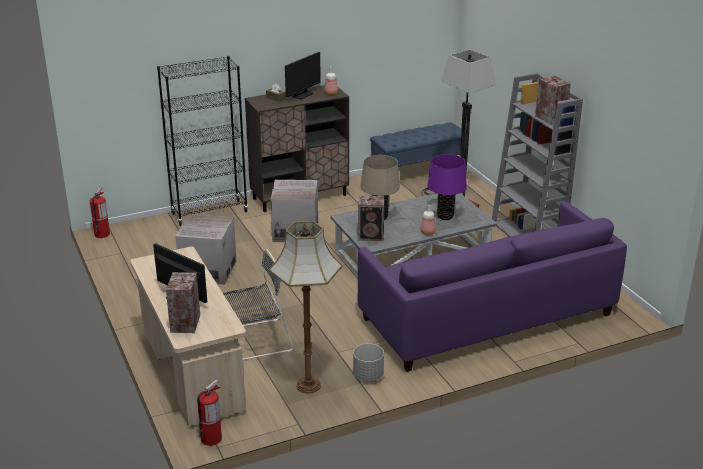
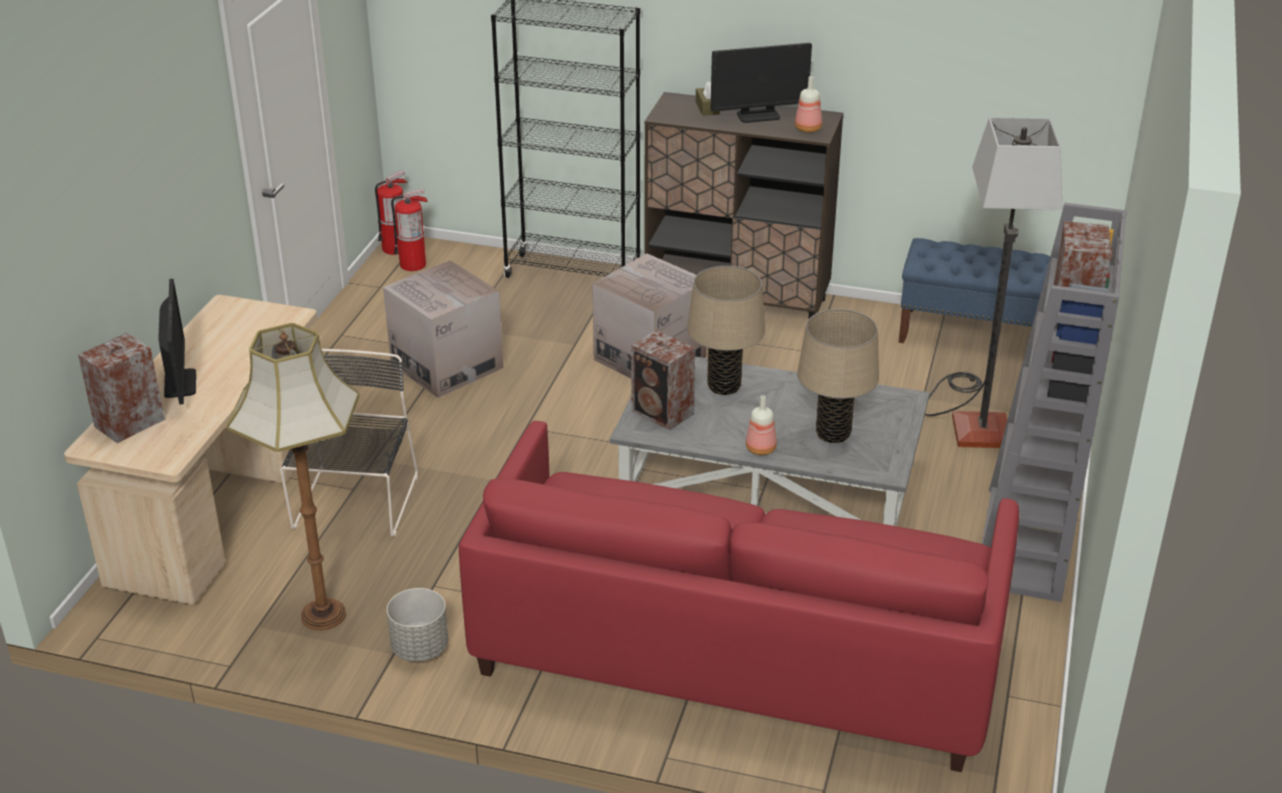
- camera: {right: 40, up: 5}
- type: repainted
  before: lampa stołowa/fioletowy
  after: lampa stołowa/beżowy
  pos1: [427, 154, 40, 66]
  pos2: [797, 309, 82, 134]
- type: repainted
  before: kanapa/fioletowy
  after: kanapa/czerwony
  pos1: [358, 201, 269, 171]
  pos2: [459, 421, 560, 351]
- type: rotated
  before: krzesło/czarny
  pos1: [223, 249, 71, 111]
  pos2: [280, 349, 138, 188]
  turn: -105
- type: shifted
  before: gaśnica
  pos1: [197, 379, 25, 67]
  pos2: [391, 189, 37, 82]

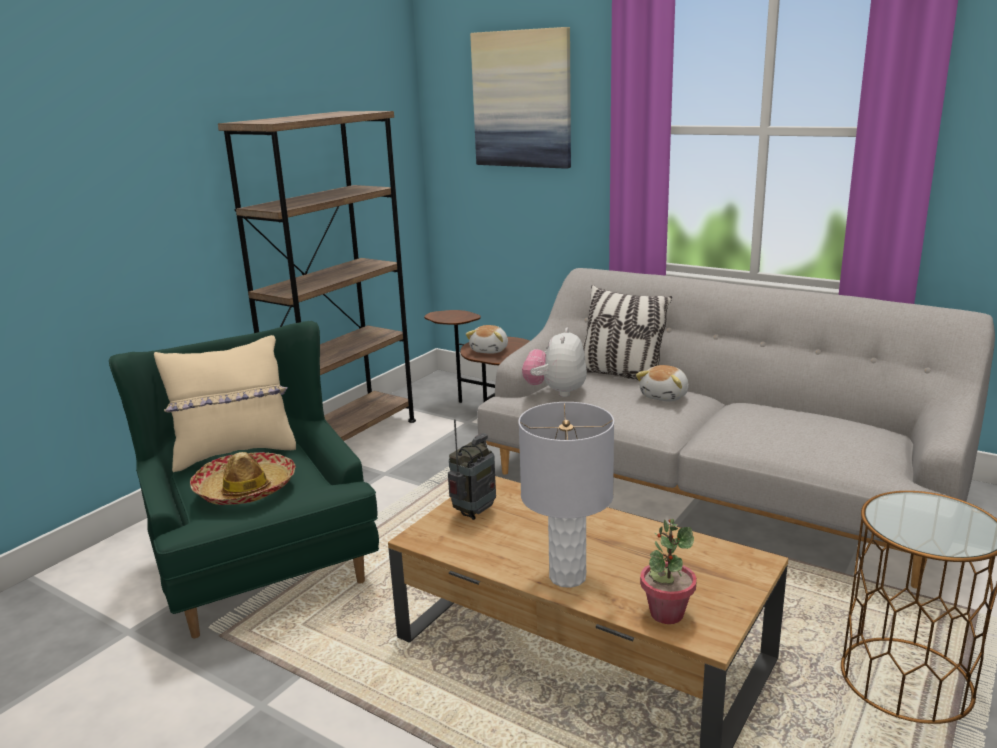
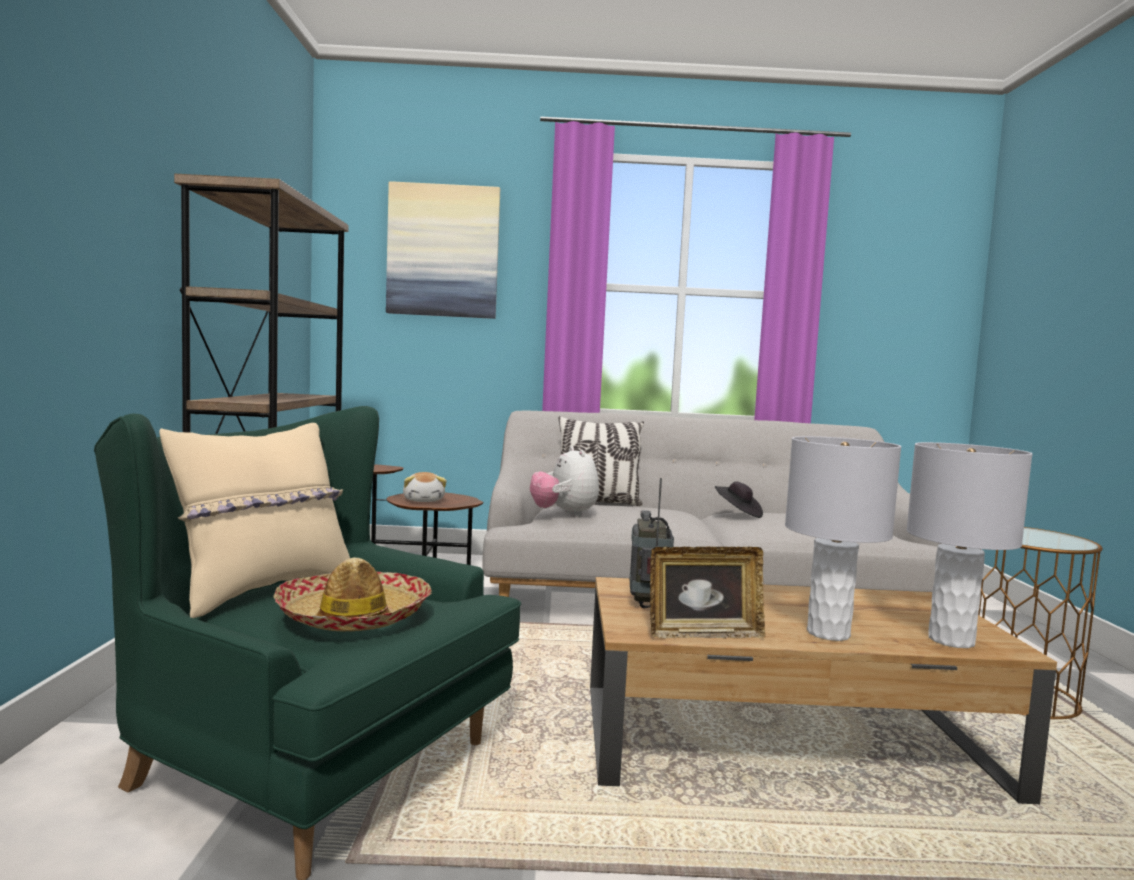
- camera: {right: -35, up: -15}
- type: gone
  before: pluszak
  pos1: [636, 365, 53, 37]
- type: swapped
  before: roślina doniczkowa
  after: lampa stołowa/szary
  pos1: [640, 519, 57, 105]
  pos2: [906, 442, 127, 206]
- type: new
  after: kapelusz/czarny
  pos2: [715, 482, 48, 36]
- type: new
  after: ramka na zdjęcie
  pos2: [650, 547, 115, 92]

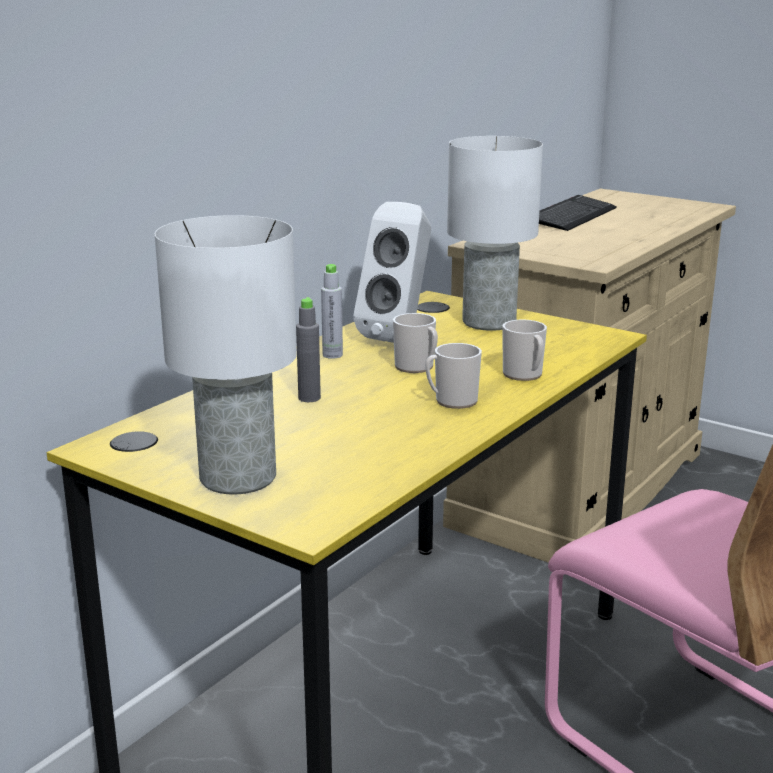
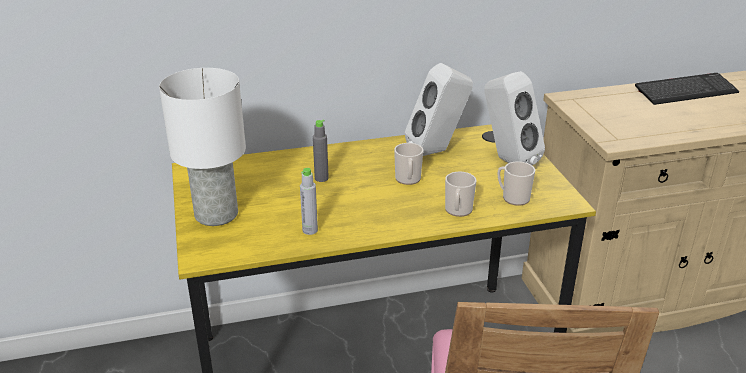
- camera: {right: 40, up: 10}
- type: swapped
  before: lampa stołowa/biały
  after: głośnik/biały
  pos1: [447, 136, 96, 195]
  pos2: [484, 71, 61, 94]
- type: shifted
  before: butelka/szary
  pos1: [321, 264, 22, 95]
  pos2: [300, 168, 18, 67]
- type: shifted
  before: kubek
  pos1: [425, 343, 57, 66]
  pos2: [497, 162, 38, 44]

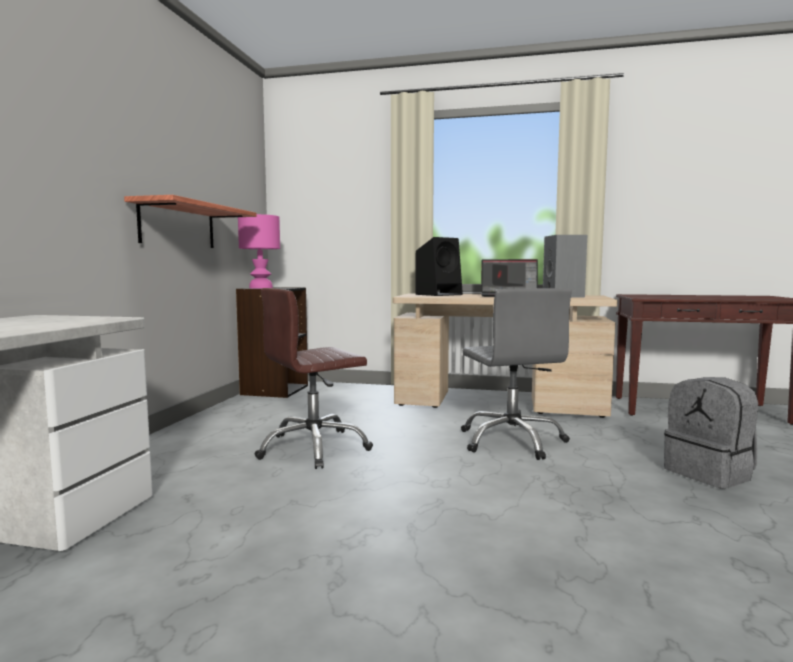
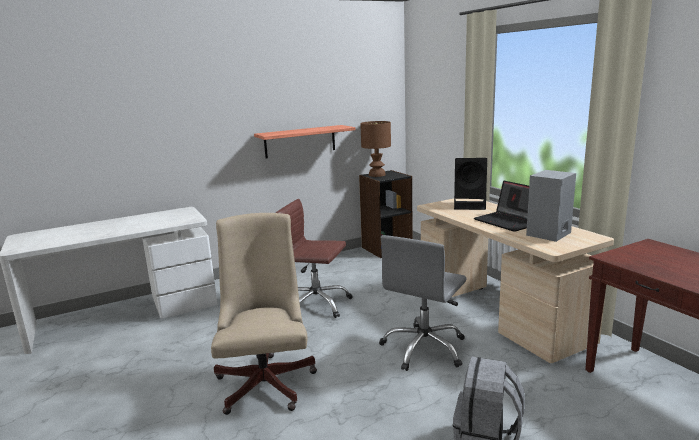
- camera: {right: 50, up: 10}
- type: repainted
  before: lampa stołowa/różowy
  after: lampa stołowa/brązowy
  pos1: [238, 214, 42, 75]
  pos2: [360, 121, 31, 56]
- type: new
  after: krzesło biurowe/beżowy
  pos2: [211, 213, 106, 202]

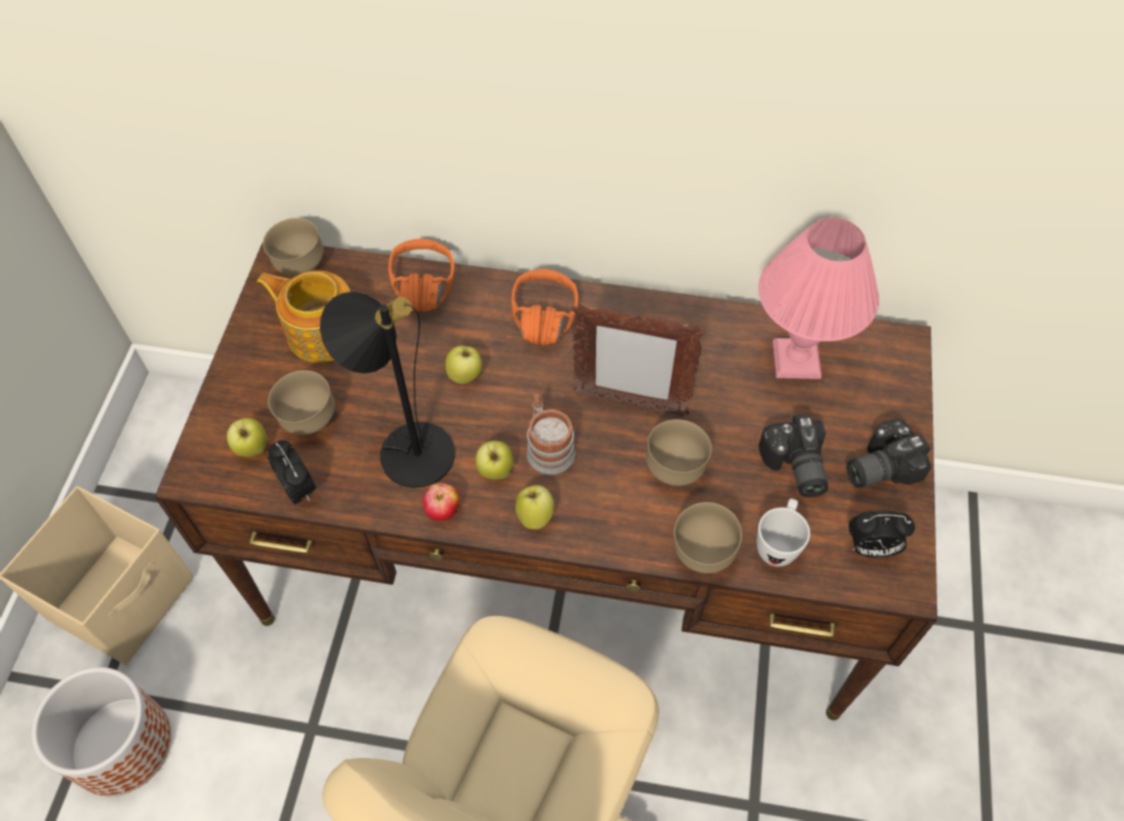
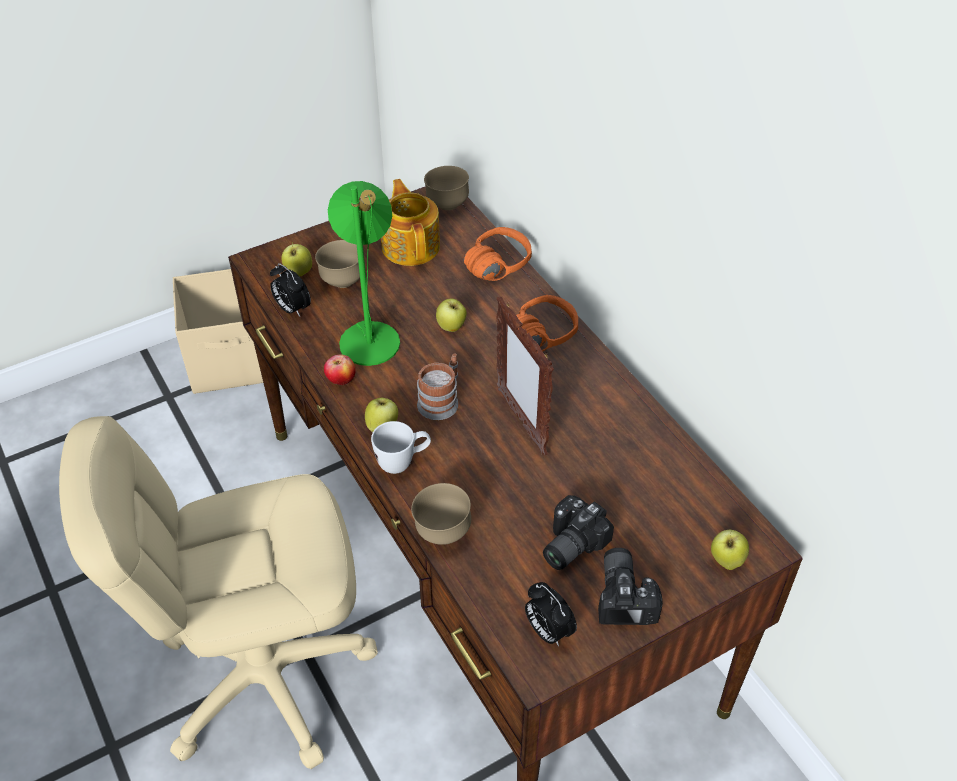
- camera: {right: 50, up: -10}
- type: gone
  before: lampa stołowa/różowy
  pos1: [758, 217, 121, 162]
- type: repainted
  before: lampa stołowa/czarny
  after: lampa stołowa/zielony
  pos1: [320, 292, 135, 196]
  pos2: [328, 181, 72, 185]
- type: rotated
  before: aparat fotograficzny
  pos1: [846, 418, 85, 70]
  pos2: [598, 548, 65, 77]
  turn: 60
- type: gone
  before: miska/brązowy
  pos1: [646, 419, 66, 67]
- type: rotated
  before: budzik
  pos1: [267, 440, 49, 65]
  pos2: [270, 263, 41, 54]
  turn: 120
- type: shifted
  before: jabłko
  pos1: [475, 441, 39, 39]
  pos2: [711, 530, 38, 40]
- type: shifted
  before: kubek/biały
  pos1: [757, 499, 53, 67]
  pos2: [371, 421, 60, 53]
- type: gone
  before: donica
  pos1: [32, 667, 139, 129]

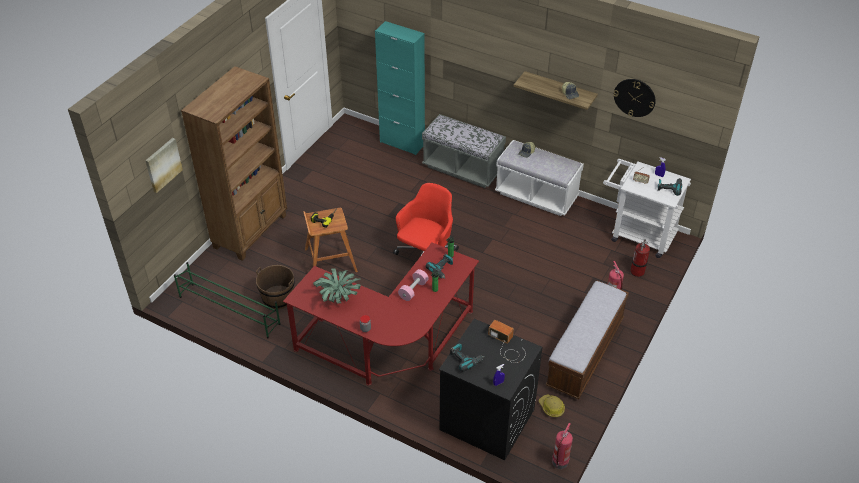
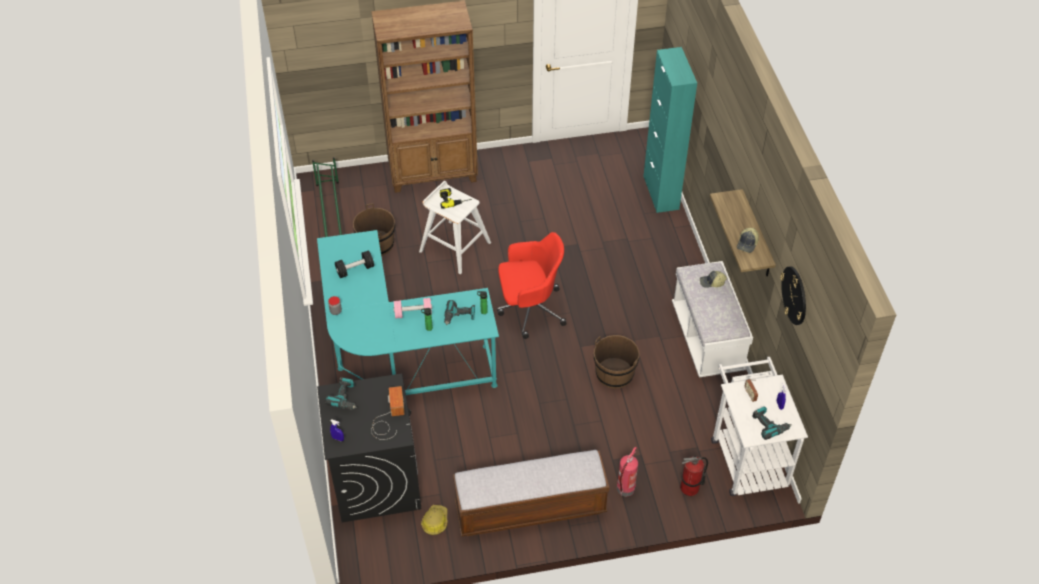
- camera: {right: 50, up: 5}
- type: gone
  before: ławka/szary
  pos1: [422, 114, 84, 74]
- type: gone
  before: obraz
  pos1: [146, 138, 37, 55]
- type: repainted
  before: stołek/brązowy
  after: stołek/biały
  pos1: [303, 208, 55, 64]
  pos2: [419, 181, 72, 93]
- type: repainted
  before: biurko/czerwony
  after: biurko/turkusowy
  pos1: [283, 242, 196, 143]
  pos2: [317, 230, 182, 165]
- type: swapped
  before: roślina doniczkowa
  after: hantel/czarny
  pos1: [313, 268, 48, 36]
  pos2: [335, 251, 39, 27]
- type: gone
  before: gaśnica
  pos1: [552, 423, 21, 46]
- type: new
  after: wiadro/brązowy
  pos2: [594, 335, 45, 54]

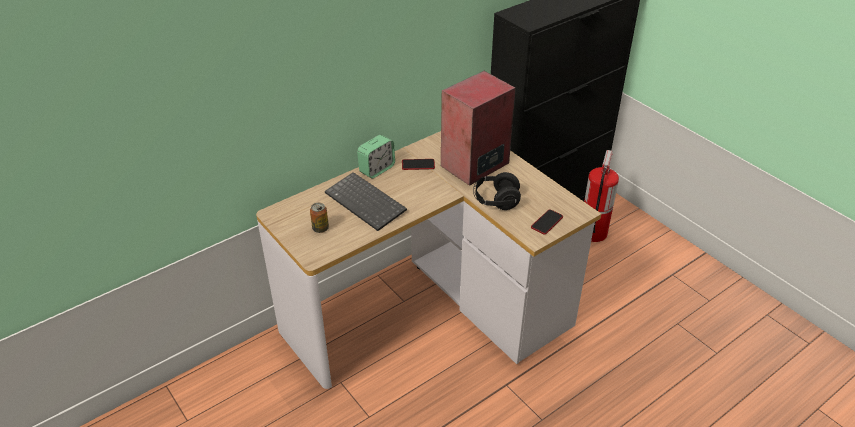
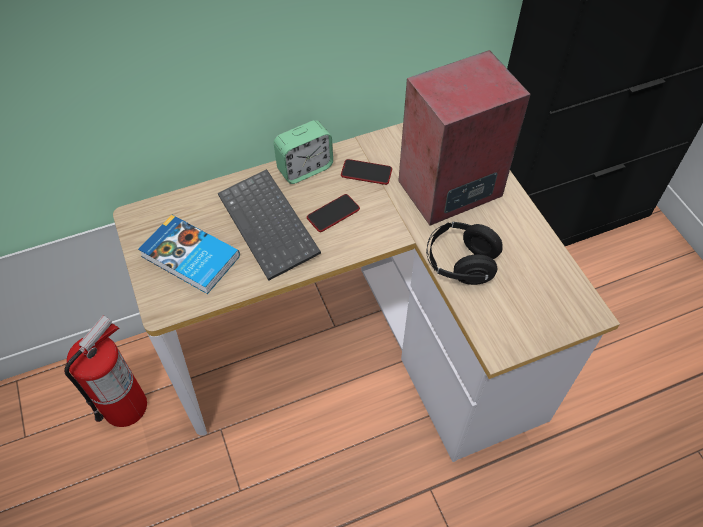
- camera: {right: 15, up: 15}
- type: shifted
  before: gaśnica
  pos1: [584, 150, 35, 92]
  pos2: [64, 315, 83, 112]
- type: swapped
  before: puszka
  after: książka
  pos1: [310, 203, 19, 30]
  pos2: [138, 215, 102, 79]
- type: shifted
  before: telefon
  pos1: [531, 209, 32, 26]
  pos2: [307, 194, 53, 38]

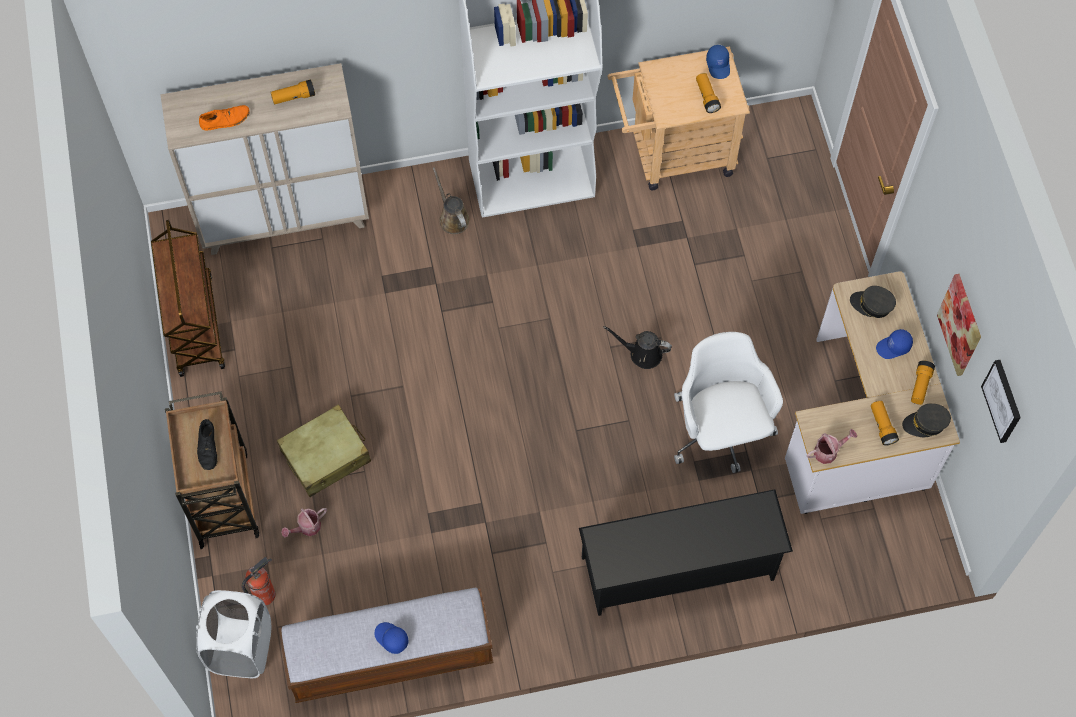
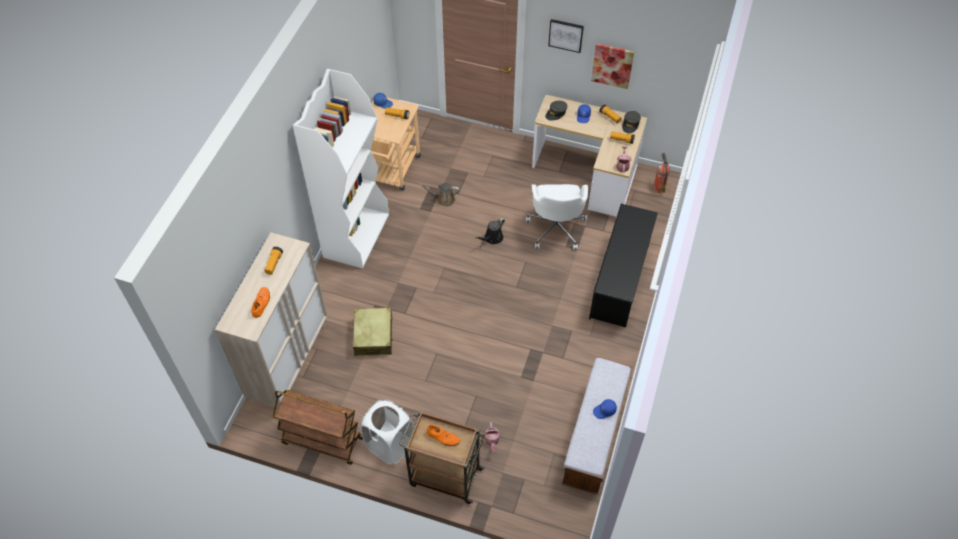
- camera: {right: -60, up: -10}
- type: shifted
  before: konewka/brązowy
  pos1: [433, 167, 37, 67]
  pos2: [419, 183, 40, 24]
- type: rotated
  before: krzesło biurowe/biały
  pos1: [674, 332, 109, 141]
  pos2: [526, 184, 62, 66]
  turn: -105
- type: shifted
  before: obraz
  pos1: [981, 360, 40, 83]
  pos2: [548, 19, 36, 34]
- type: shifted
  before: walizka/beżowy
  pos1: [277, 404, 94, 93]
  pos2: [353, 308, 40, 48]
- type: repainted
  before: but/czarny
  after: but/pomarańczowy
  pos1: [197, 419, 21, 51]
  pos2: [427, 425, 33, 21]
- type: shifted
  before: gaśnica
  pos1: [242, 557, 34, 48]
  pos2: [653, 153, 17, 40]
- type: shifted
  before: kosz na pranie/biały
  pos1: [196, 590, 75, 88]
  pos2: [360, 399, 54, 65]

